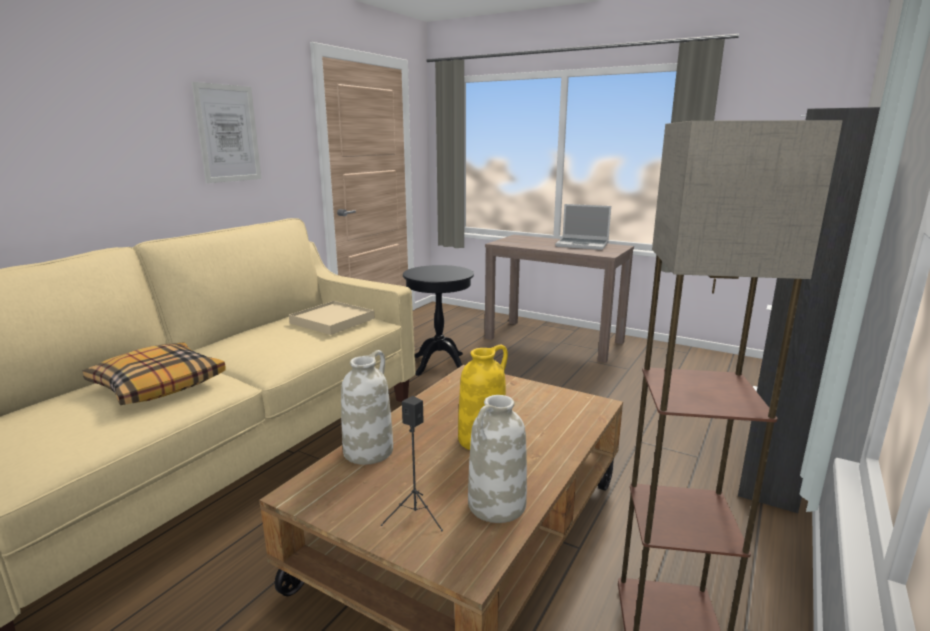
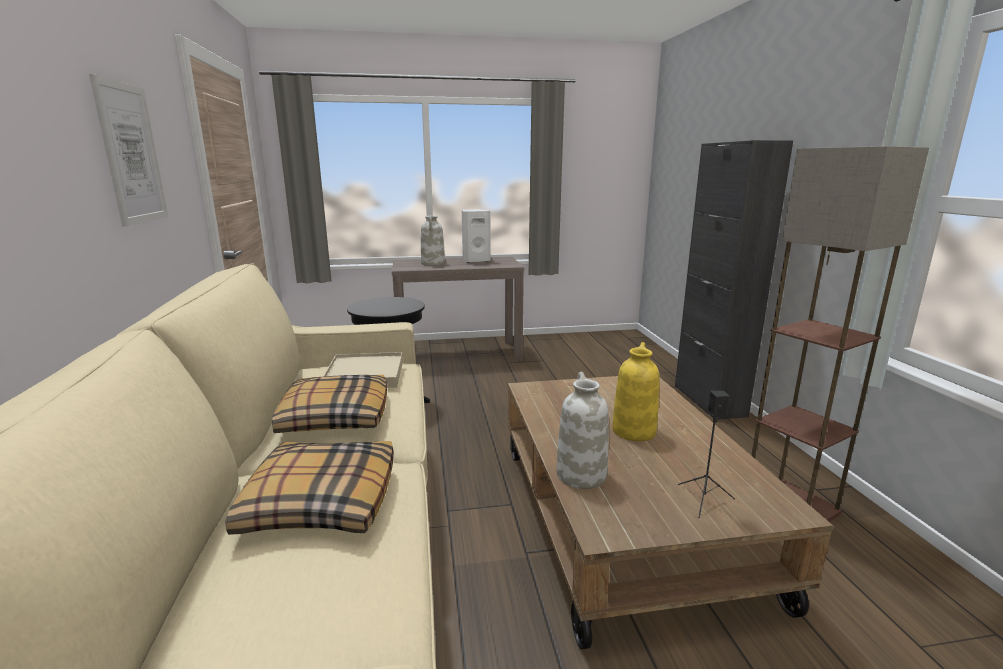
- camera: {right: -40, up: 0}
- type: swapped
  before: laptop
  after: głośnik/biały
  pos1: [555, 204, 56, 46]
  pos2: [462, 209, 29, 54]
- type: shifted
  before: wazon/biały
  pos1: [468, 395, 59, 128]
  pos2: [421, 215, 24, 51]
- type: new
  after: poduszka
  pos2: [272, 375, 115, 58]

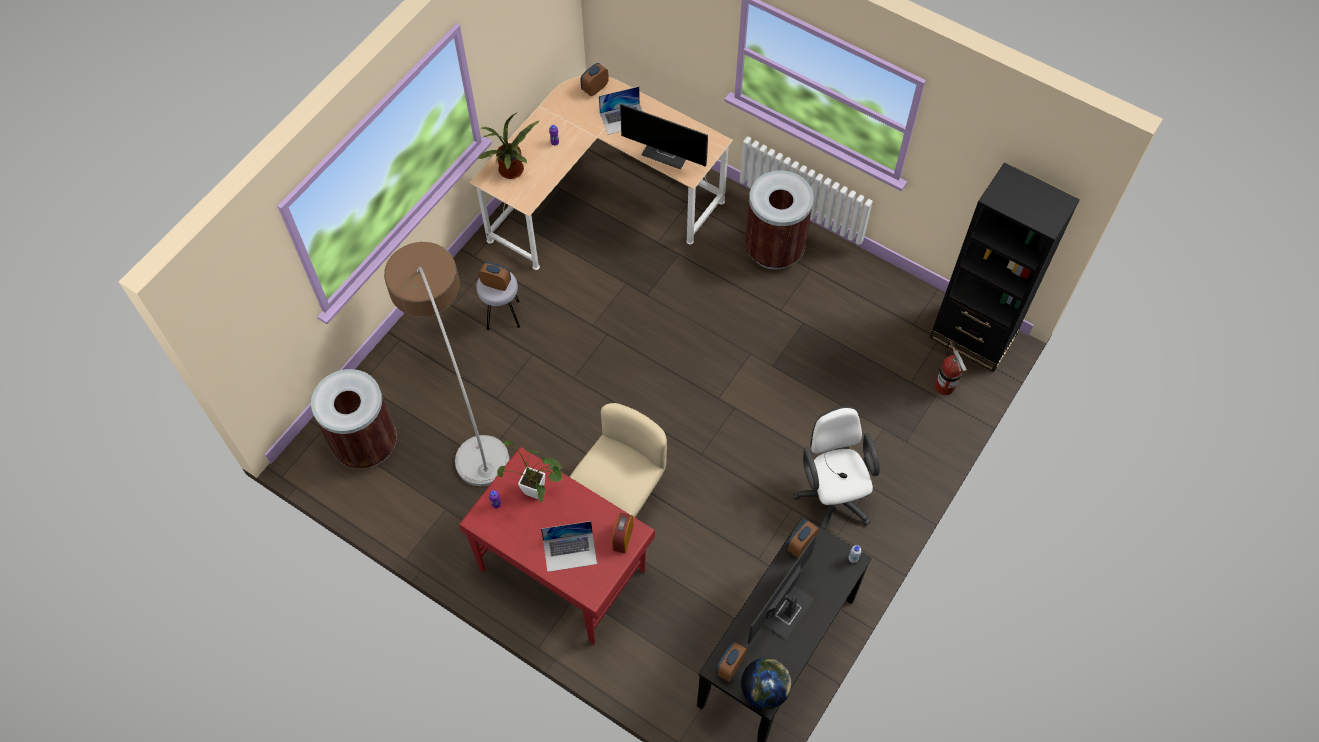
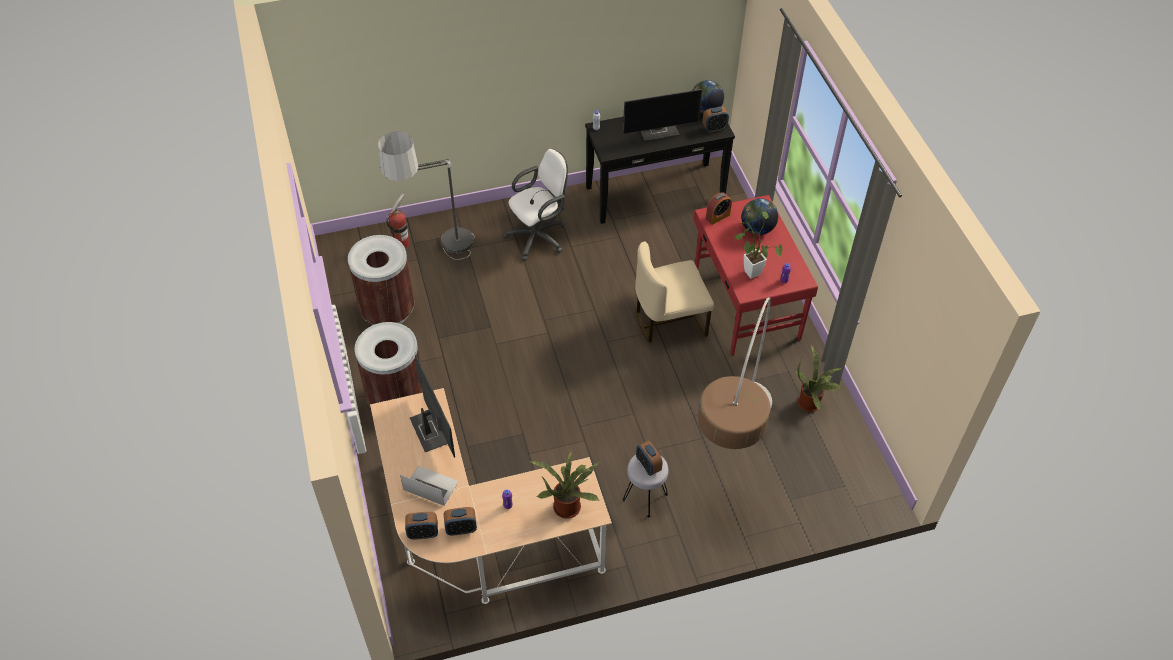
- camera: {right: -140, up: -10}
- type: gone
  before: regał/czarny
  pos1: [929, 162, 151, 210]
- type: shifted
  before: kosz na śmieci/brązowy
  pos1: [311, 369, 86, 100]
  pos2: [348, 235, 66, 90]
- type: rotated
  before: krzesło biurowe/biały
  pos1: [793, 406, 87, 124]
  pos2: [503, 149, 65, 112]
  turn: -150
- type: shifted
  before: budzik
  pos1: [786, 520, 33, 38]
  pos2: [444, 507, 33, 29]
- type: swapped
  before: laptop
  after: globus
  pos1: [541, 521, 56, 51]
  pos2: [741, 198, 37, 37]
- type: new
  after: lampa stojąca
  pos2: [378, 131, 97, 129]
- type: new
  after: roślina doniczkowa
  pos2: [796, 345, 48, 67]

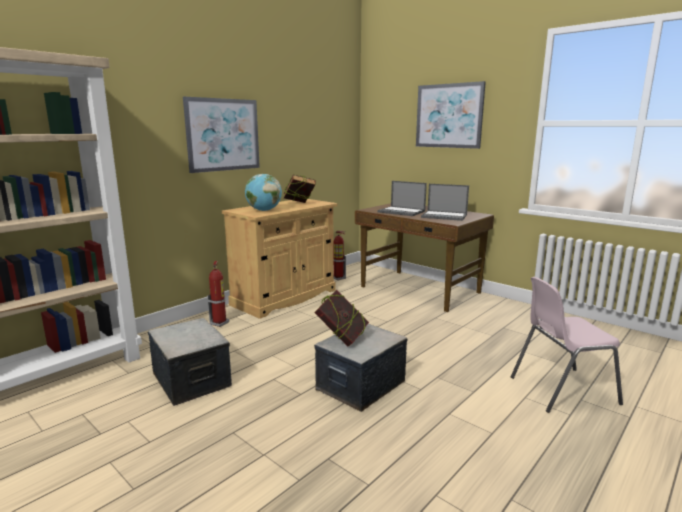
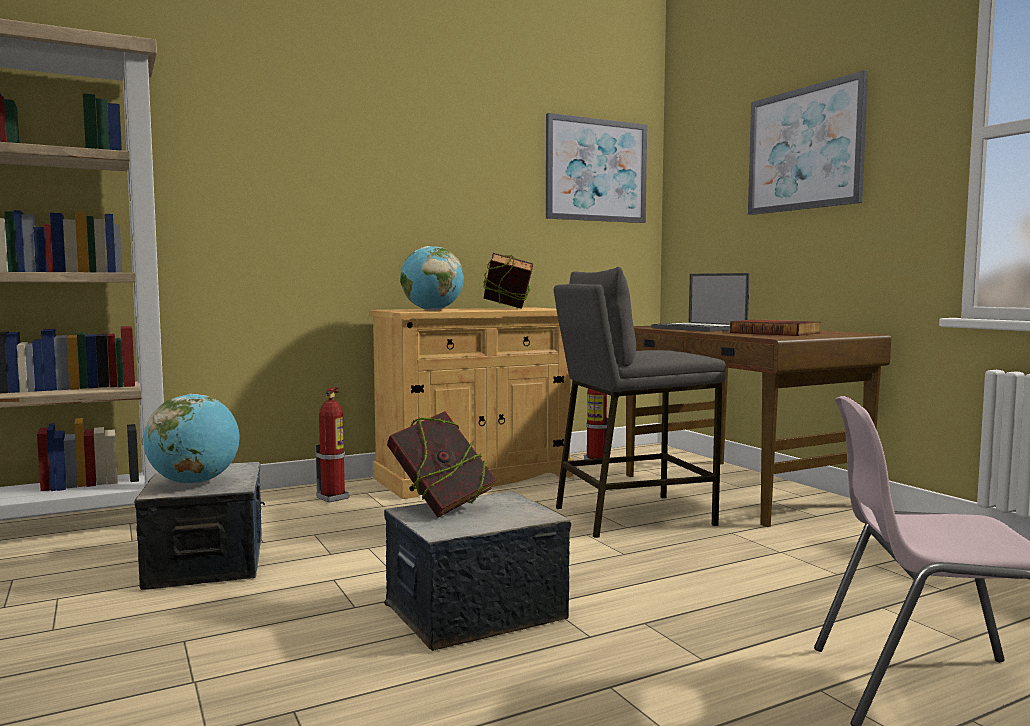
- camera: {right: 20, up: -10}
- type: shifted
  before: obraz
  pos1: [183, 97, 77, 76]
  pos2: [546, 113, 101, 110]
- type: swapped
  before: laptop
  after: książka
  pos1: [421, 184, 48, 37]
  pos2: [730, 320, 91, 16]
- type: new
  after: stołek/szary
  pos2: [554, 267, 172, 271]
- type: new
  after: globus
  pos2: [143, 394, 96, 91]

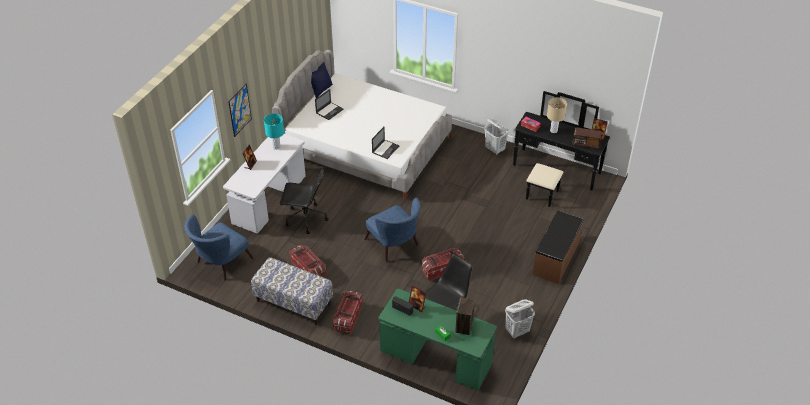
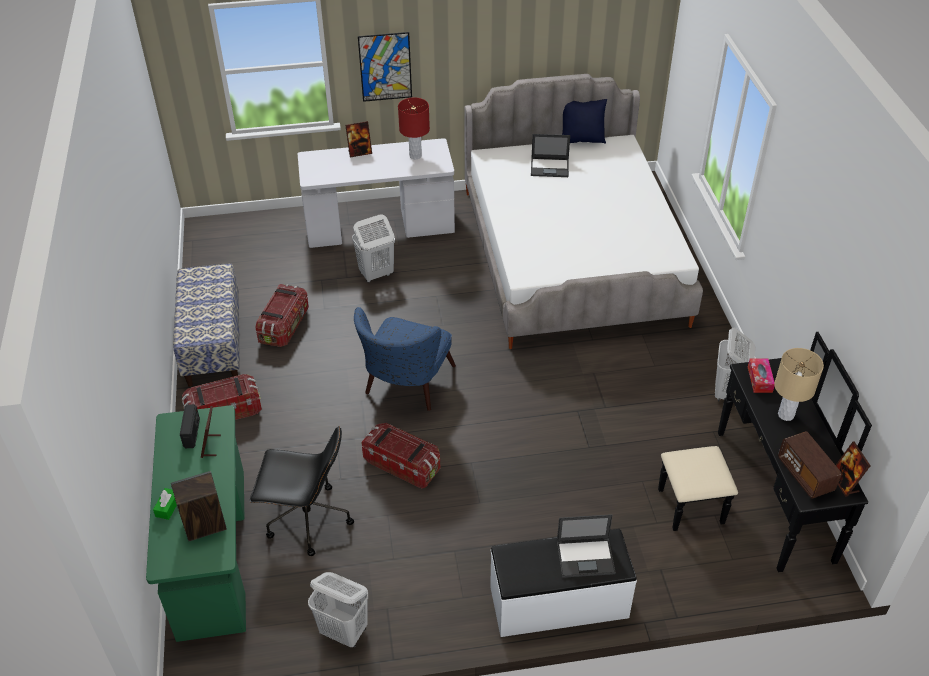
- camera: {right: 55, up: 0}
- type: repainted
  before: lampa stołowa/turkusowy
  after: lampa stołowa/czerwony
  pos1: [264, 114, 20, 36]
  pos2: [398, 97, 32, 62]
- type: shifted
  before: laptop
  pos1: [372, 126, 27, 33]
  pos2: [557, 514, 59, 64]
- type: swapped
  before: krzesło biurowe/czarny
  after: kosz na pranie/biały
  pos1: [279, 169, 50, 65]
  pos2: [352, 214, 43, 69]
- type: repainted
  before: ławka/brązowy
  after: ławka/biały
  pos1: [532, 211, 51, 73]
  pos2: [490, 529, 147, 108]
- type: gone
  before: fotel/niebieski
  pos1: [184, 214, 70, 67]

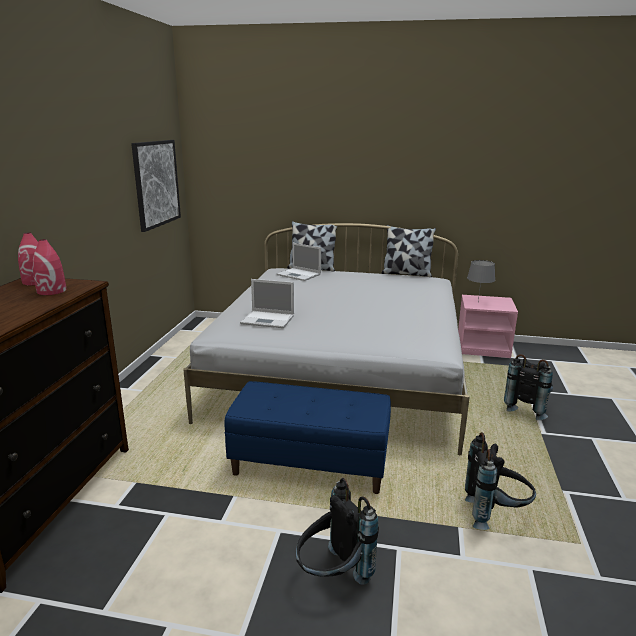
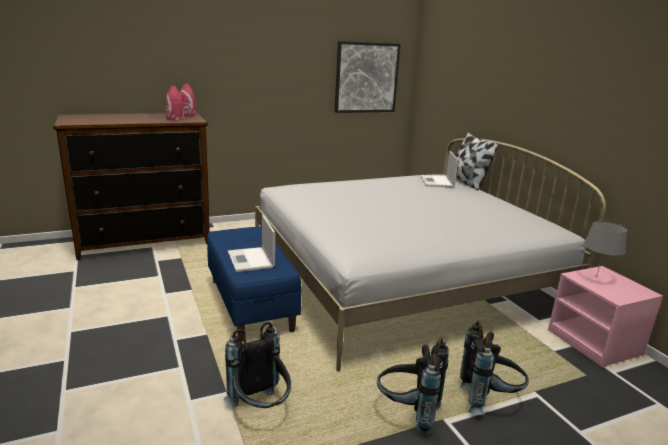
- camera: {right: 55, up: 0}
- type: gone
  before: poduszka
  pos1: [381, 225, 55, 52]
- type: shifted
  before: laptop
  pos1: [240, 279, 54, 49]
  pos2: [228, 215, 47, 57]
- type: shifted
  before: plecak/czarny
  pos1: [296, 478, 83, 107]
  pos2: [377, 338, 72, 97]

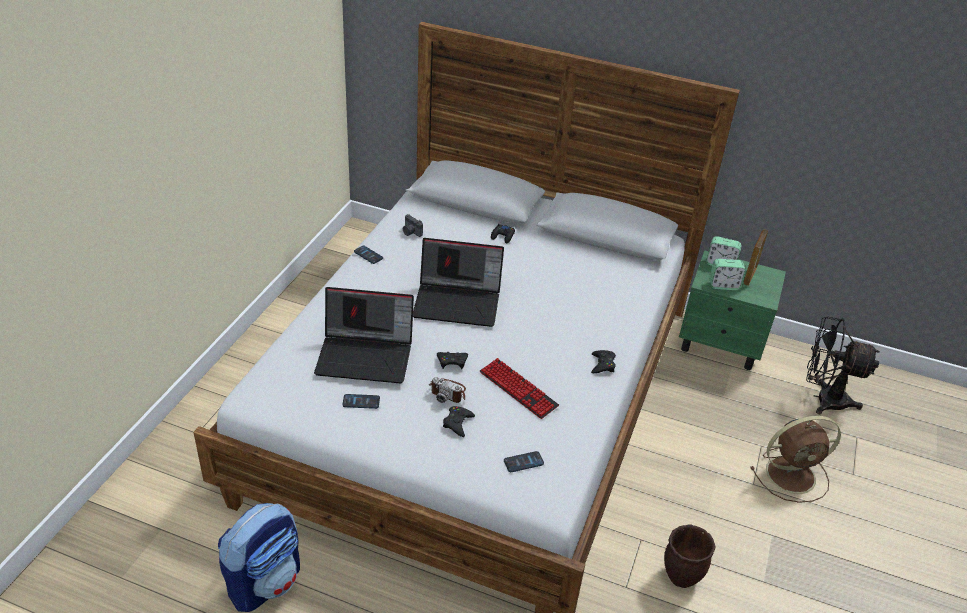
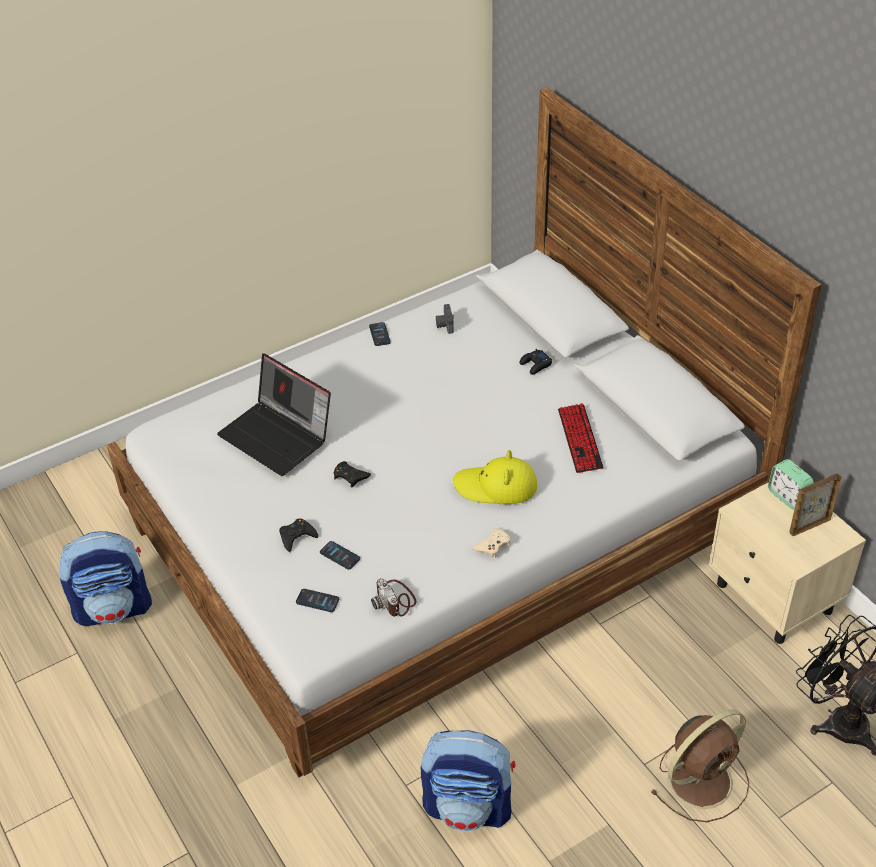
- camera: {right: 40, up: 5}
- type: gone
  before: laptop
  pos1: [413, 238, 91, 89]
- type: repainted
  before: szafka nocna/zielony
  after: szafka nocna/beżowy
  pos1: [679, 250, 107, 120]
  pos2: [709, 482, 157, 162]
- type: gone
  before: budzik
  pos1: [709, 259, 37, 32]
- type: repainted
  before: pad do gier/czarny
  after: pad do gier/beżowy
  pos1: [591, 350, 25, 23]
  pos2: [472, 528, 39, 30]
- type: shifted
  before: klawiatura
  pos1: [479, 358, 80, 61]
  pos2: [558, 403, 45, 70]
- type: shifted
  before: aparat fotograficzny
  pos1: [428, 377, 38, 26]
  pos2: [371, 578, 45, 39]
- type: shifted
  before: telefon
  pos1: [343, 394, 37, 15]
  pos2: [320, 541, 40, 29]
- type: rotated
  before: wentylator/brązowy
  pos1: [750, 416, 91, 87]
  pos2: [650, 709, 99, 113]
  turn: -60
- type: swapped
  before: donica/brązowy
  after: plecak
  pos1: [664, 524, 52, 64]
  pos2: [421, 730, 94, 101]
- type: new
  after: kapelusz/żółty
  pos2: [453, 450, 84, 54]

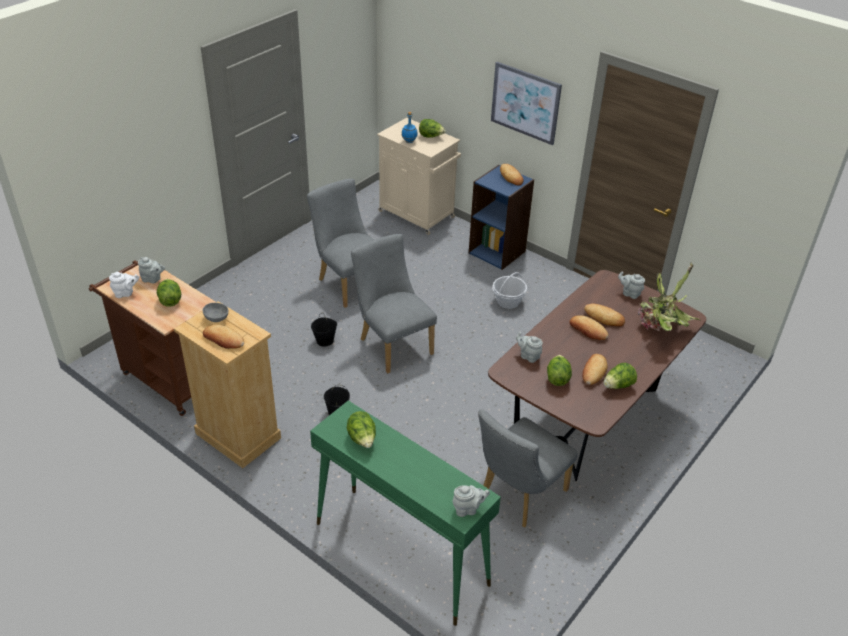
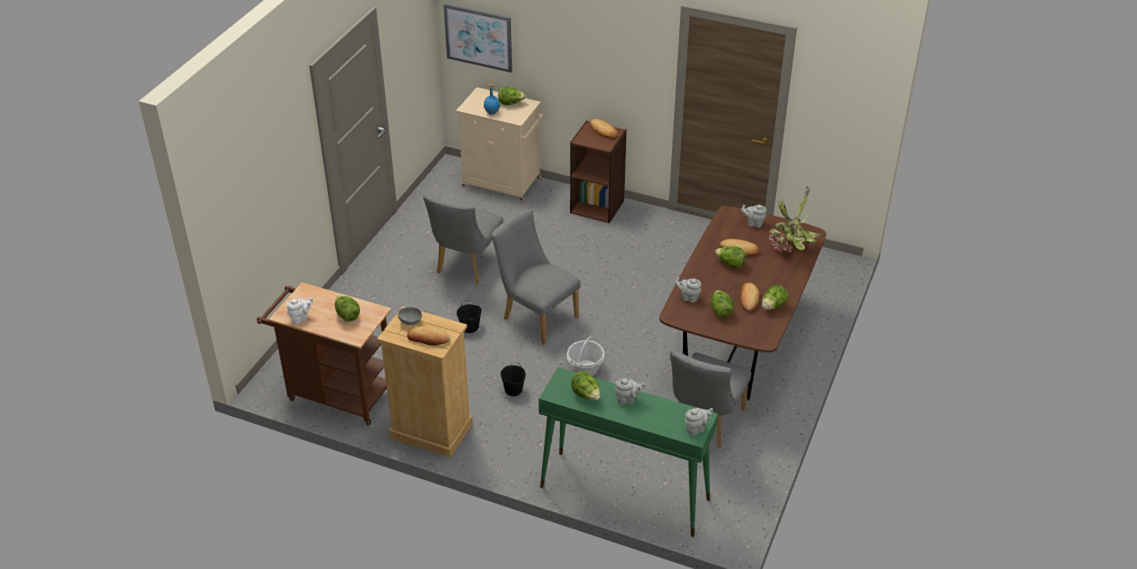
- camera: {right: -15, up: 0}
- type: shifted
  before: obraz
  pos1: [491, 62, 71, 83]
  pos2: [443, 4, 69, 69]
- type: repainted
  before: regał/niebieski
  after: regał/brązowy
  pos1: [469, 165, 65, 105]
  pos2: [570, 120, 57, 103]
- type: rotated
  before: krzesło/szary
  pos1: [307, 179, 67, 129]
  pos2: [423, 194, 80, 90]
  turn: -105
- type: shifted
  before: imbryk/szary
  pos1: [138, 257, 27, 26]
  pos2: [615, 378, 30, 27]
- type: shifted
  before: koszyk
  pos1: [492, 272, 35, 37]
  pos2: [567, 336, 38, 40]
- type: swapped
  before: chleb
  after: sałata
  pos1: [570, 315, 38, 25]
  pos2: [715, 246, 31, 22]

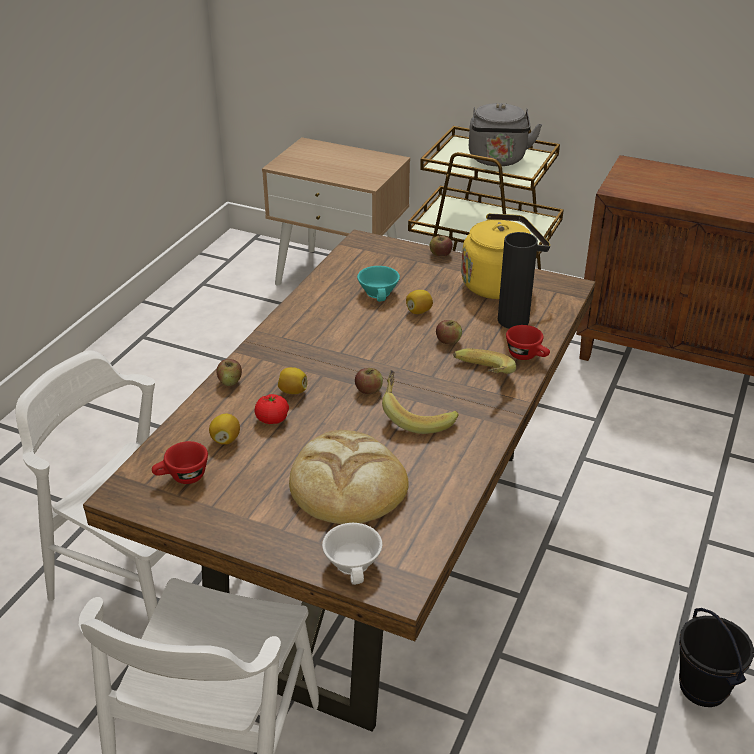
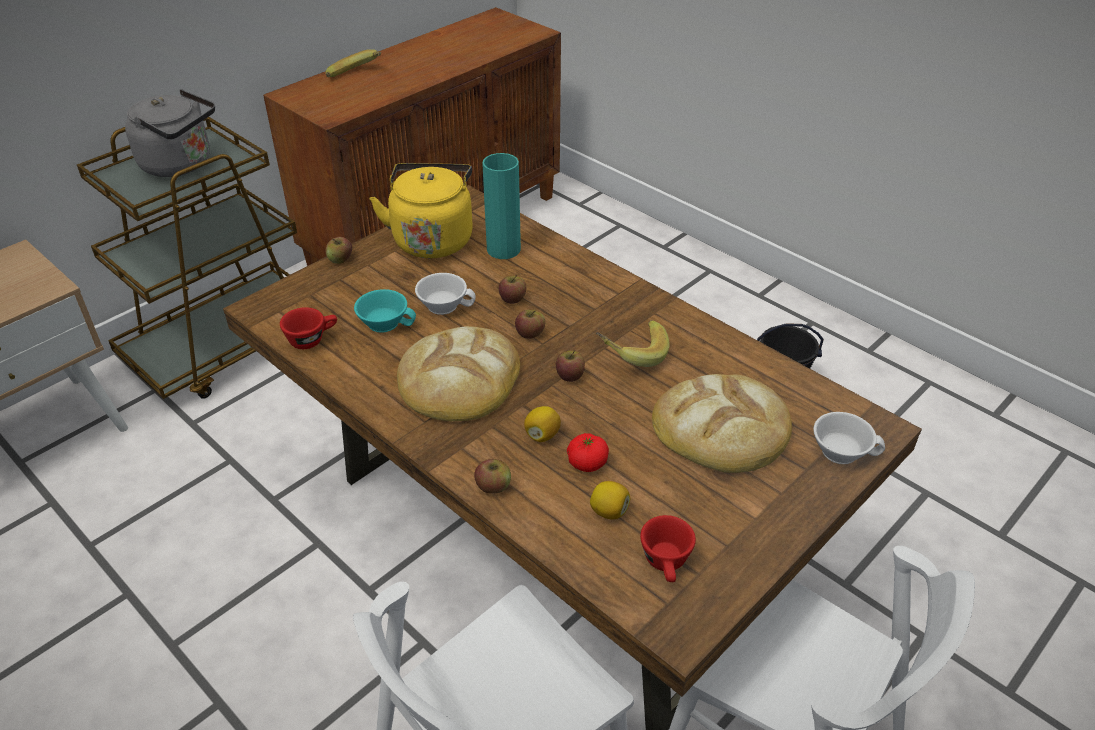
- camera: {right: -70, up: 5}
- type: repainted
  before: wazon/czarny
  after: wazon/turkusowy
  pos1: [498, 232, 40, 97]
  pos2: [482, 153, 39, 106]
- type: swapped
  before: cytryna
  after: filiżanka/biały
  pos1: [406, 290, 27, 24]
  pos2: [415, 273, 61, 42]
- type: shifted
  before: filiżanka/czerwony
  pos1: [506, 325, 44, 35]
  pos2: [280, 307, 57, 42]
- type: shifted
  before: banan
  pos1: [453, 348, 63, 26]
  pos2: [326, 49, 55, 28]
- type: new
  after: jabłko
  pos2: [515, 309, 30, 30]
- type: new
  after: chleb
  pos2: [397, 326, 123, 96]

